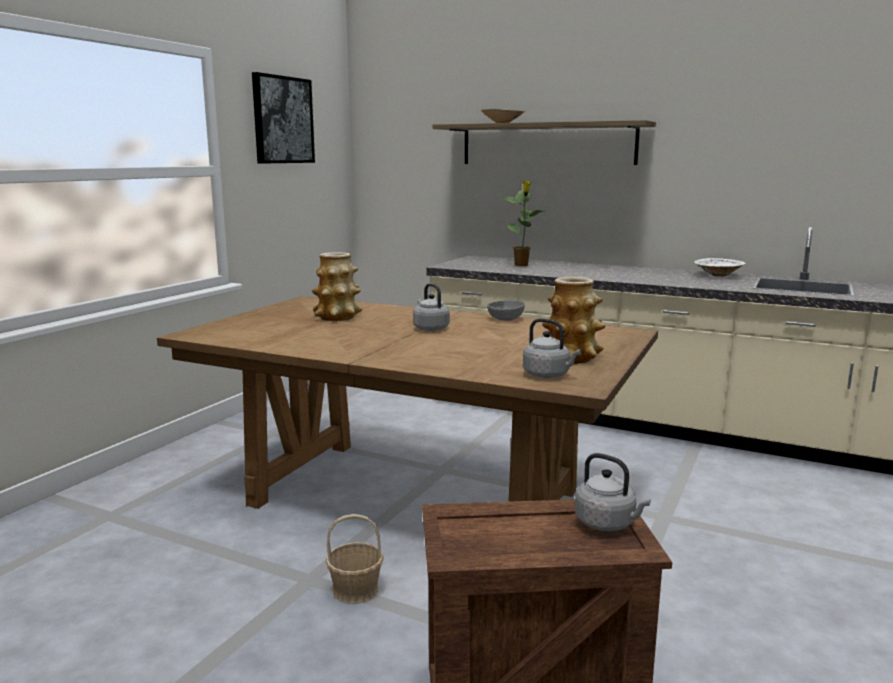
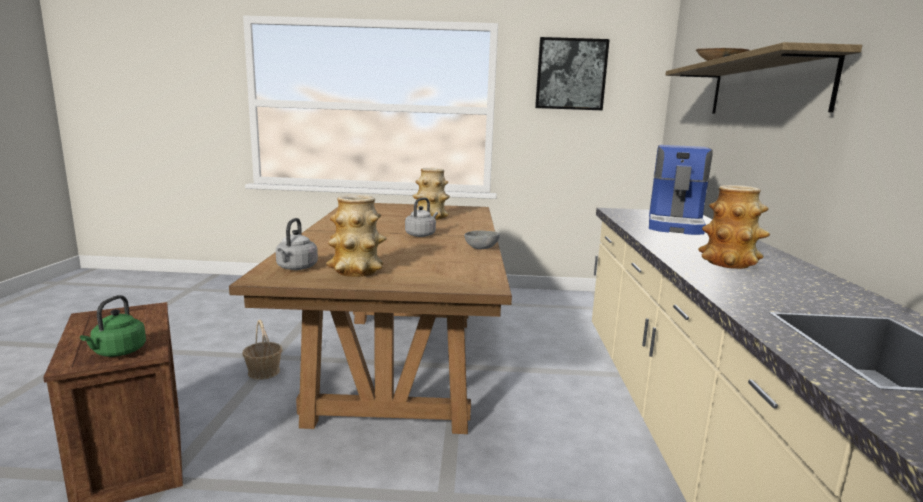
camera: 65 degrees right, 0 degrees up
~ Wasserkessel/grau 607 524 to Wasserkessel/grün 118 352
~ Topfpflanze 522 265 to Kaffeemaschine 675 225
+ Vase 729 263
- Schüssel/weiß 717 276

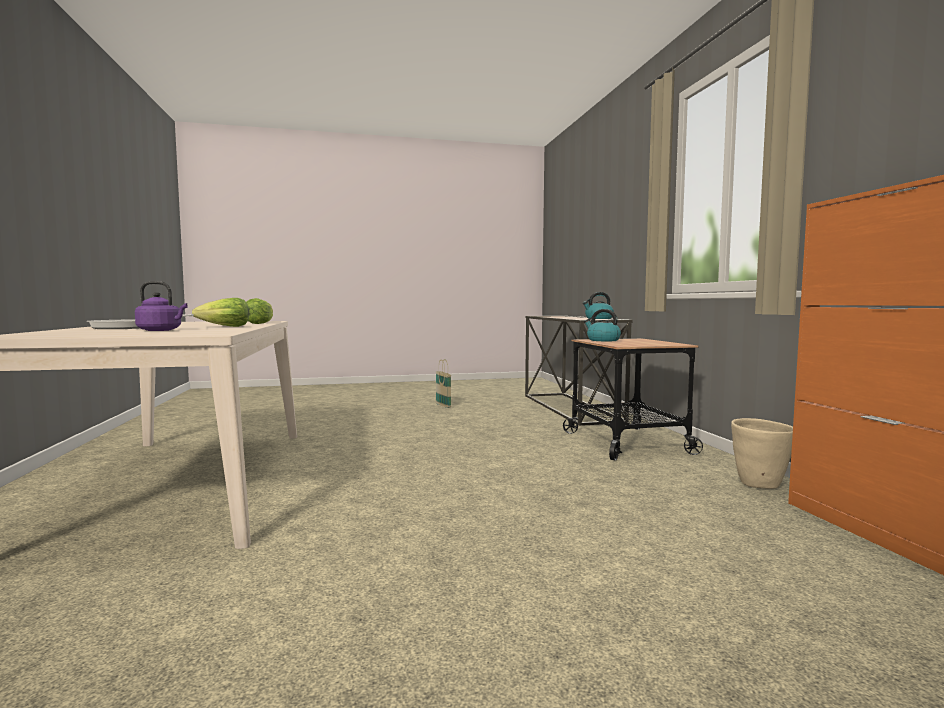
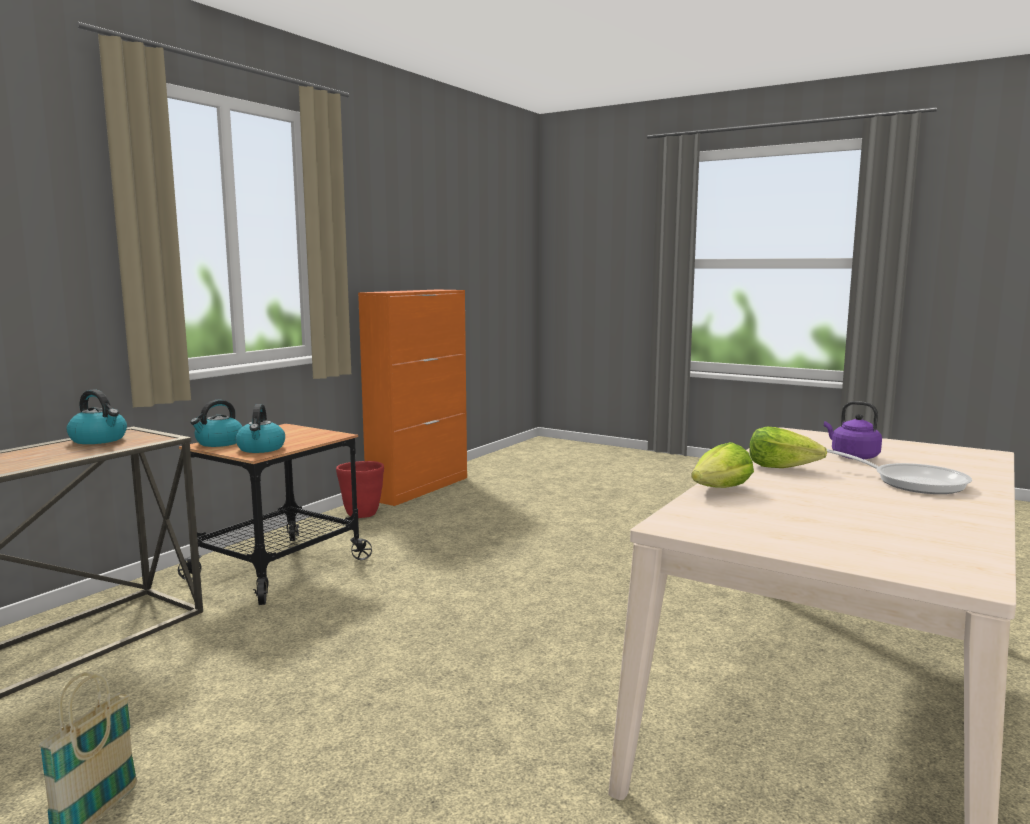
camera: 135 degrees left, 5 degrees up
+ Wasserkessel 219 443
~ Pflanzkübel/beige 760 484 to Pflanzkübel/rot 361 514

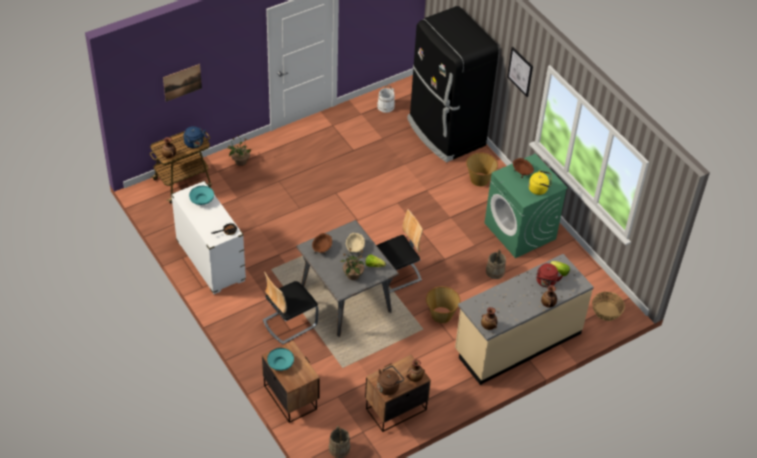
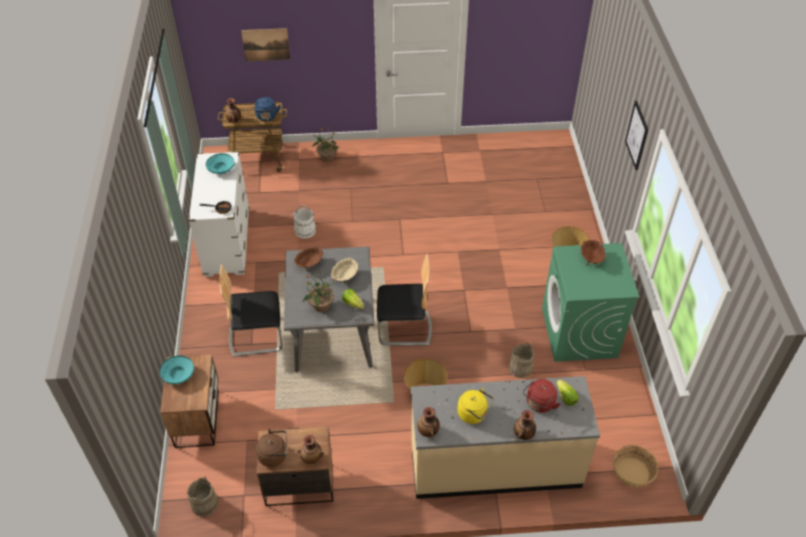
camera: 30 degrees right, 0 degrees up
~ Eimer/weiß 385 106 to 305 230
~ Wasserkessel/gelb 539 189 to 474 414
- Kühlschrank/schwarz 445 133

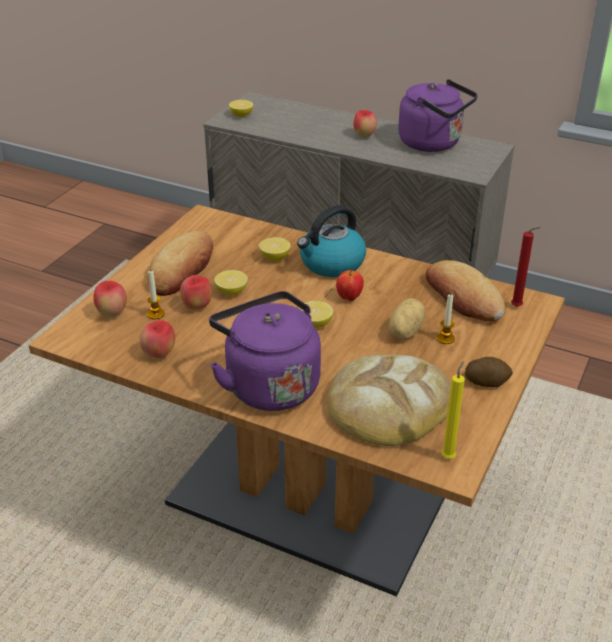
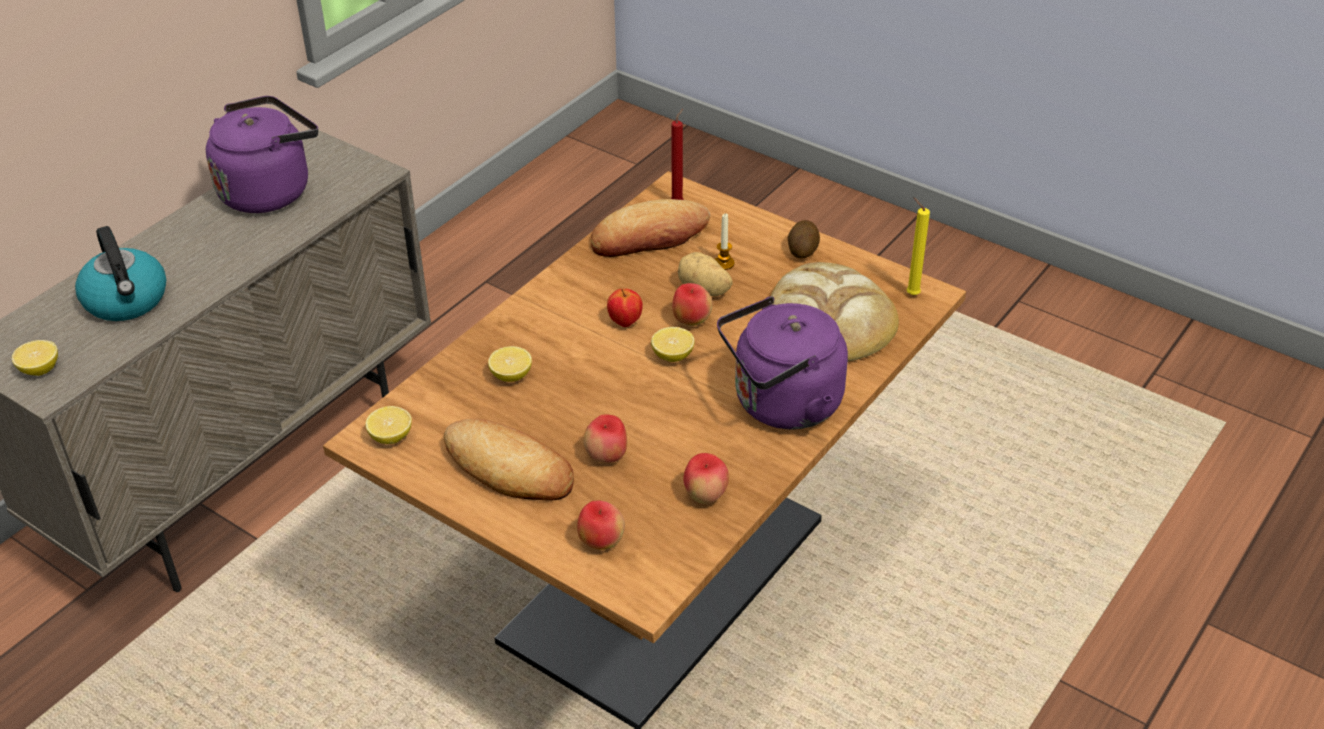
camera: 80 degrees left, 5 degrees up
~ Wasserkessel 331 264 to 127 301
~ Zitrone 231 292 to 391 437
~ Apfel 364 135 to 691 321
- Kerze 155 314

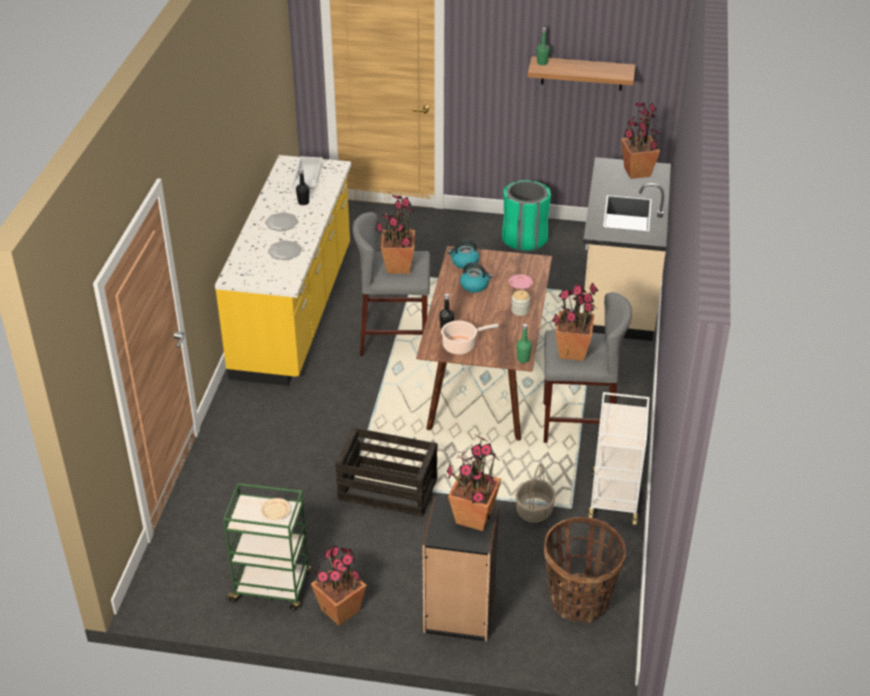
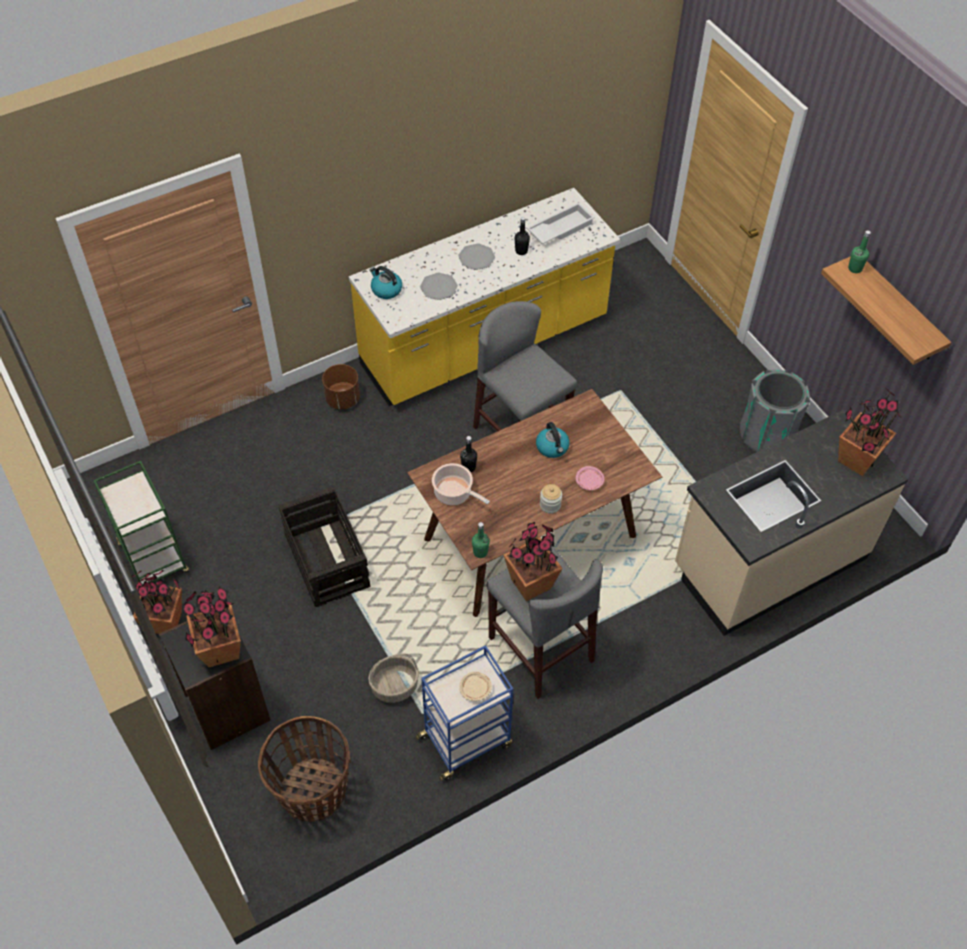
camera: 50 degrees right, 15 degrees up
+ Pflanzkübel/braun 342 399
~ Wasserkessel 464 262 to 386 289
~ Rollwagen/weiß 614 498 to Rollwagen/blau 466 740
~ Teller/beige 276 512 to 475 689
~ Mülleimer/grün 524 240 to Mülleimer/grau 767 435
- Topfpflanze 398 267

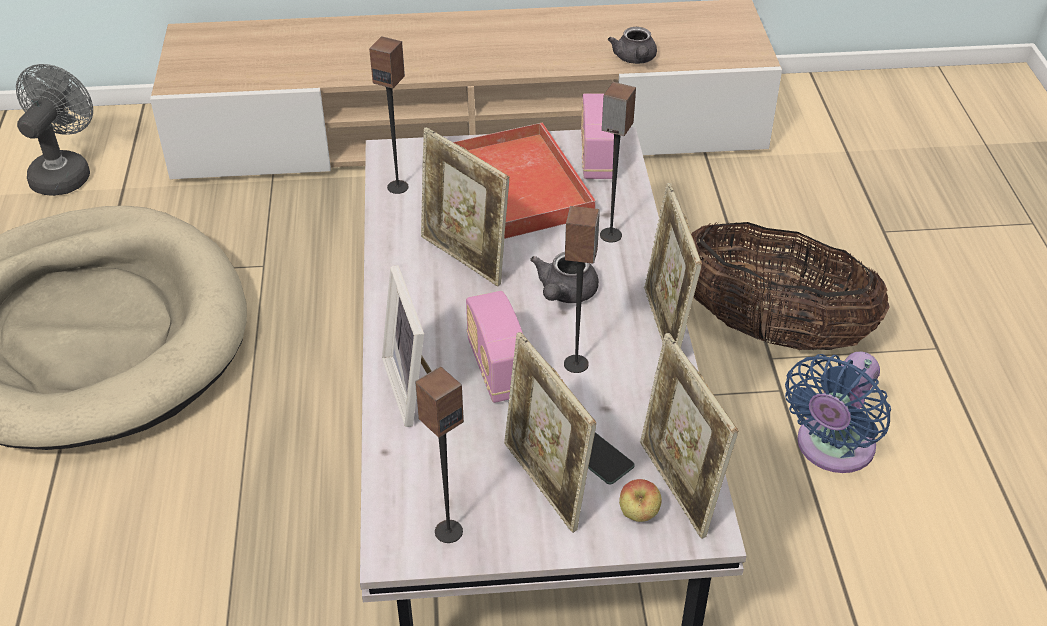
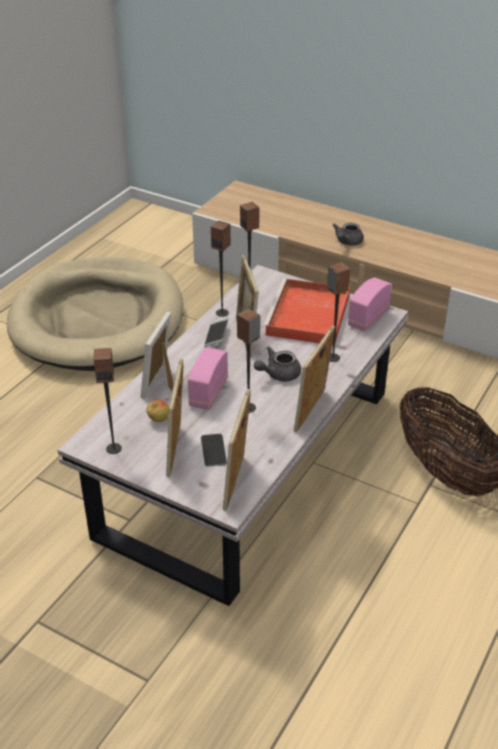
camera: 35 degrees right, 5 degrees down
~ Apfel 638 515 to 158 420
+ Handy 216 336
+ Lautsprecher 222 312
~ Teekanne/grau 635 59 to 347 242
- Ventilator/grau 65 172
- Ventilator/blau 831 449

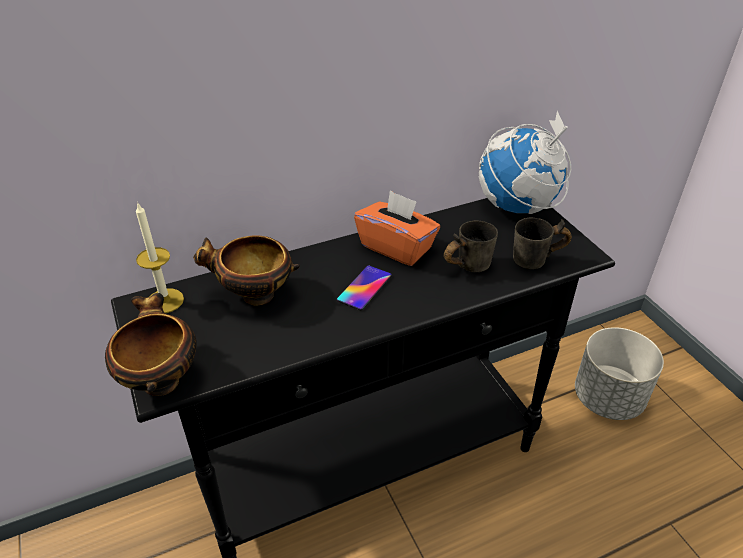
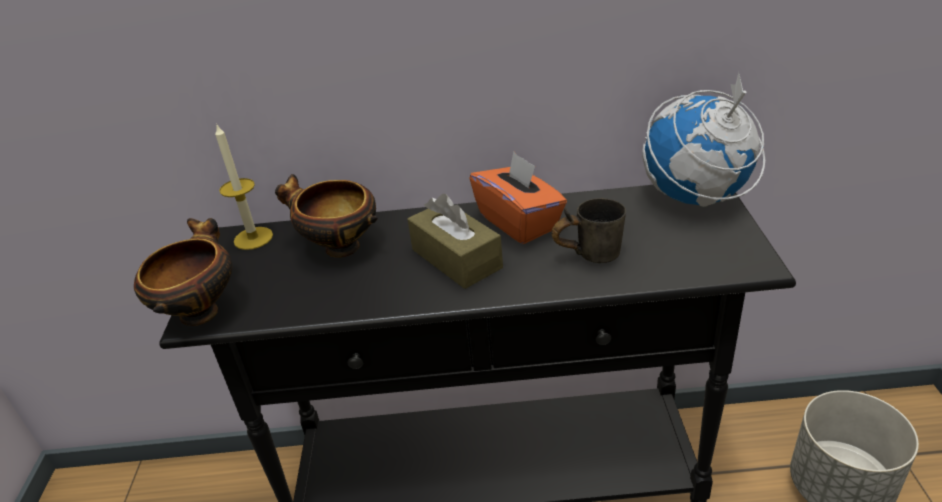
camera: 25 degrees right, 5 degrees down
~ Handy 364 288 to Taschentuchbox/braun 456 259
- Henkelbecher/grau 537 263

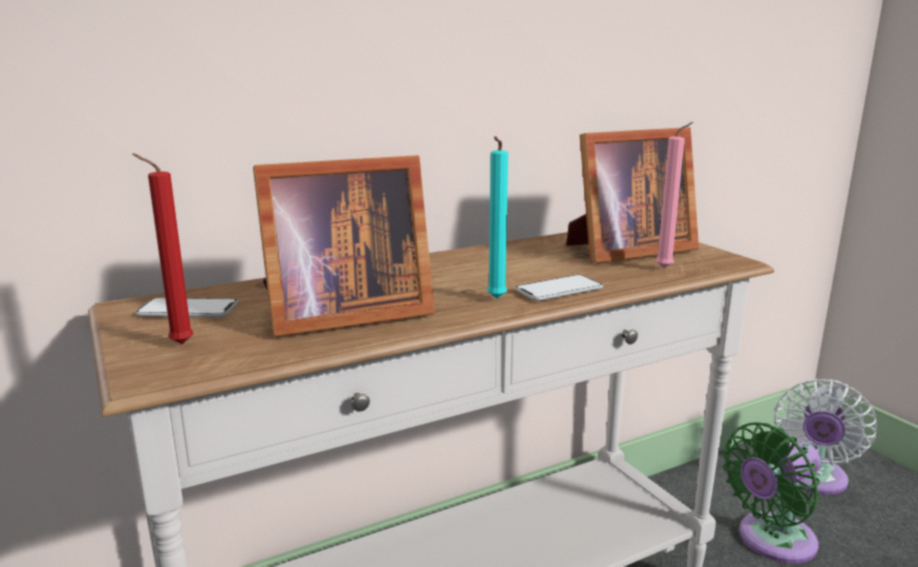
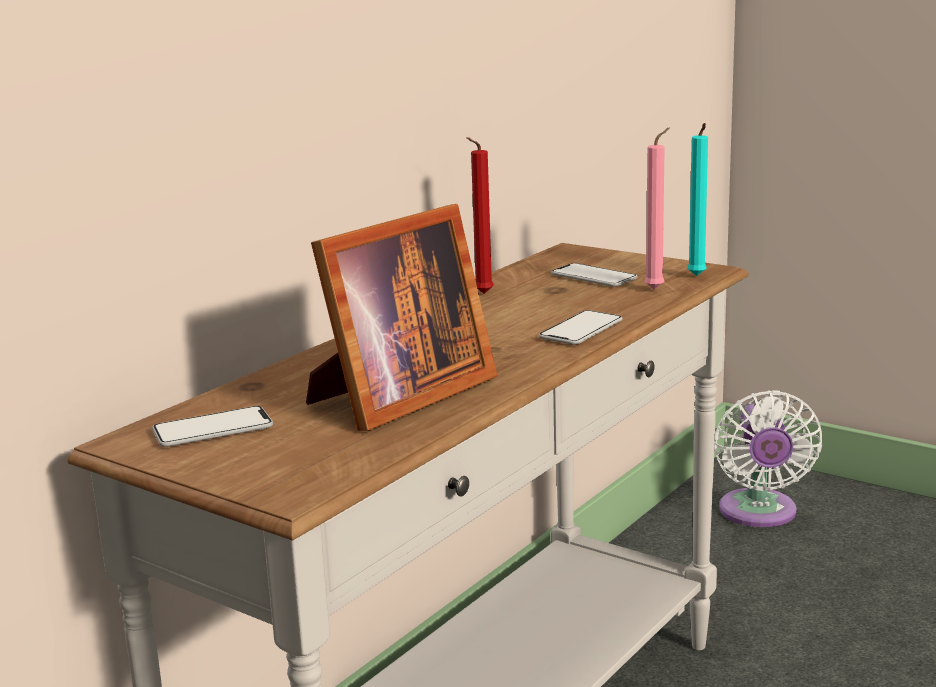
camera: 25 degrees left, 0 degrees up
~ Kerze/rot 177 344 to 481 294
~ Bilderrahmen 625 250 to Handy 593 277
~ Kerze/türkis 495 299 to 697 277
- Ventilator/grün 771 541

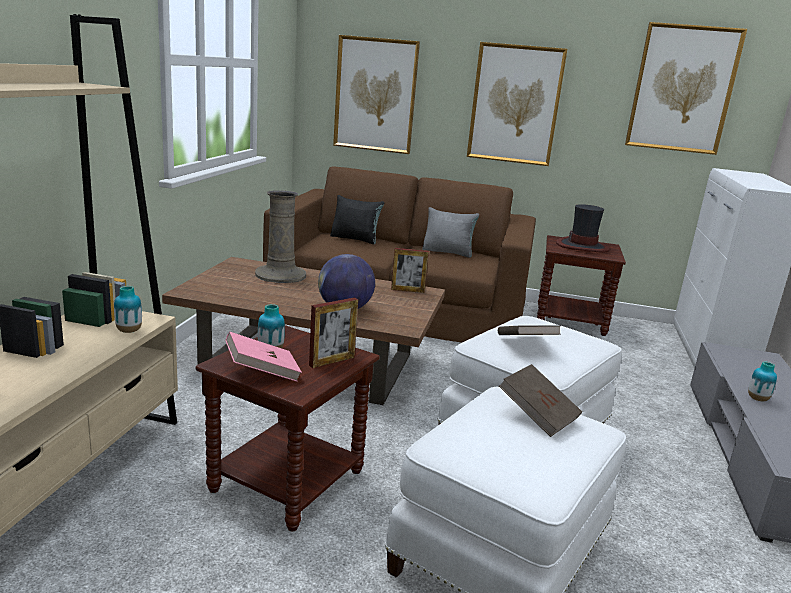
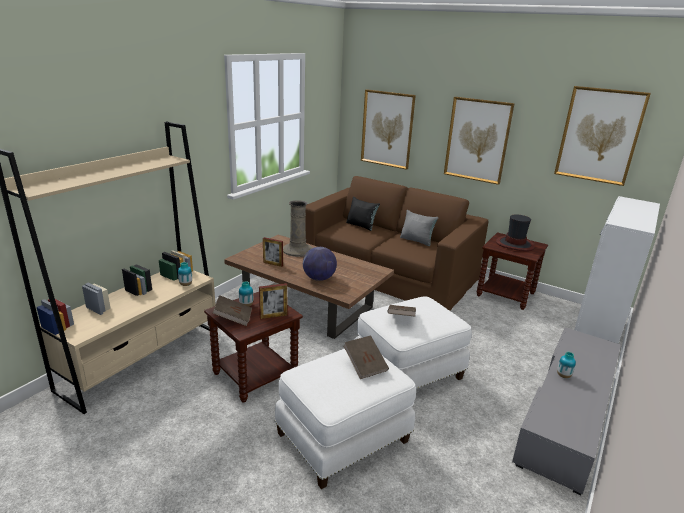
camera: 20 degrees right, 5 degrees up
~ Buch/rosa 262 373 to Buch/braun 233 318
~ Bilderrahmen 407 290 to 273 264

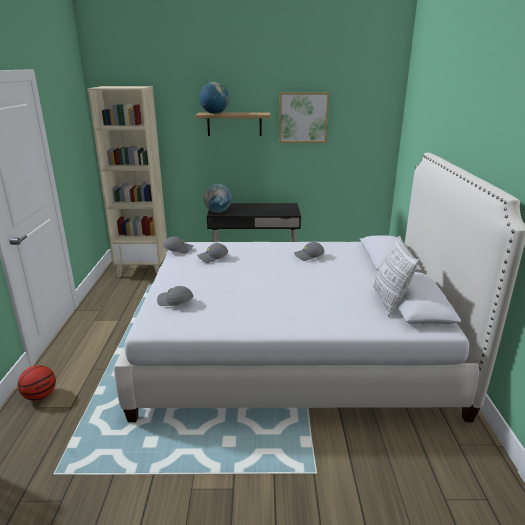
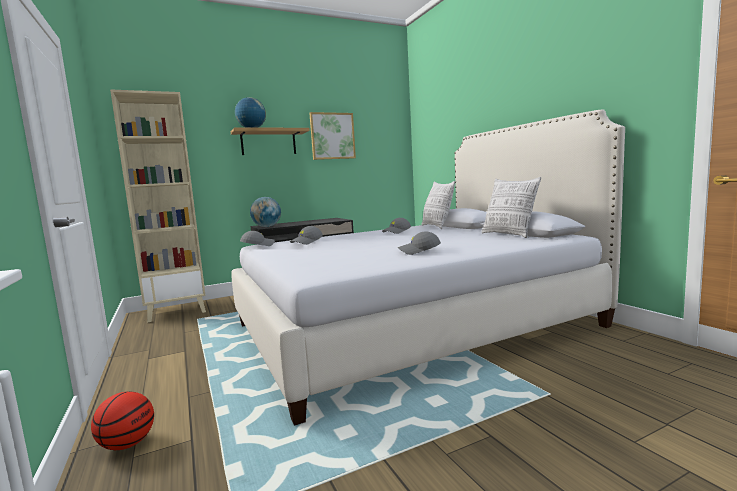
camera: 25 degrees left, 15 degrees down
~ Kappe/grau 175 302 to 419 251
+ Kissen 437 226

